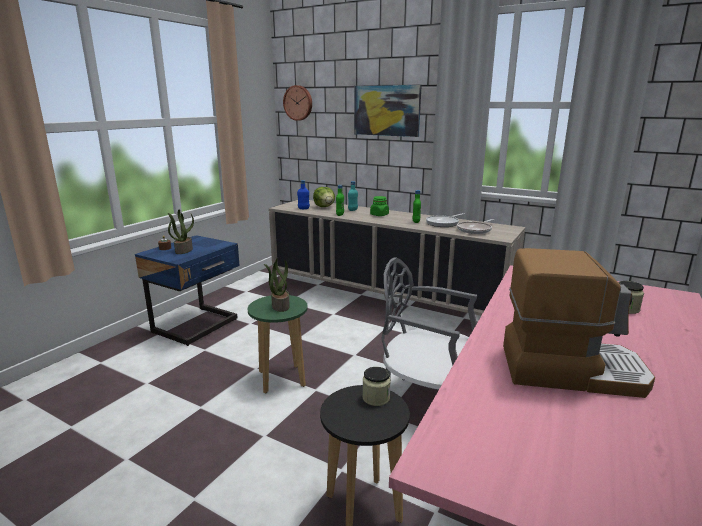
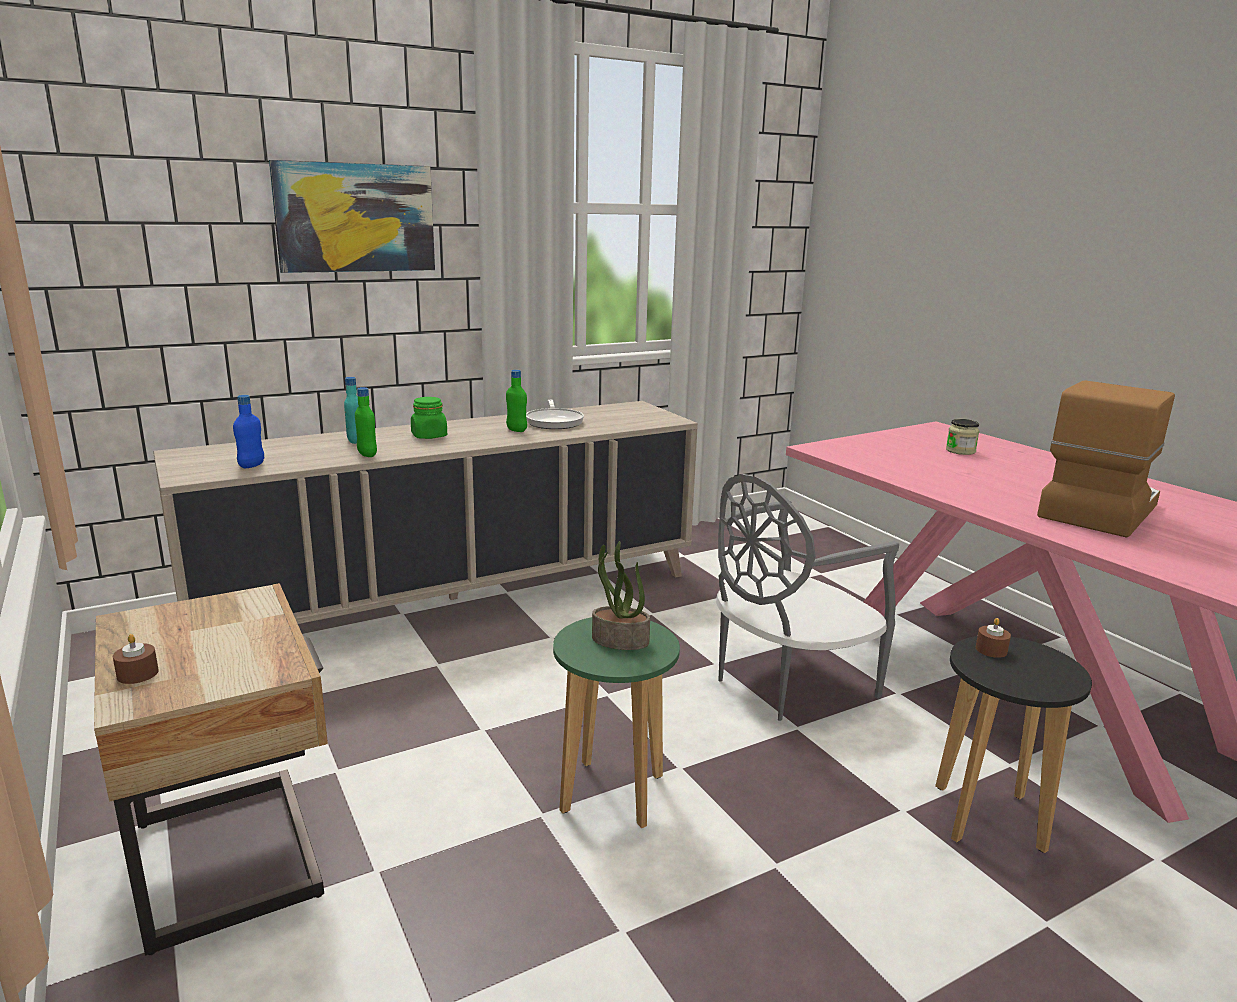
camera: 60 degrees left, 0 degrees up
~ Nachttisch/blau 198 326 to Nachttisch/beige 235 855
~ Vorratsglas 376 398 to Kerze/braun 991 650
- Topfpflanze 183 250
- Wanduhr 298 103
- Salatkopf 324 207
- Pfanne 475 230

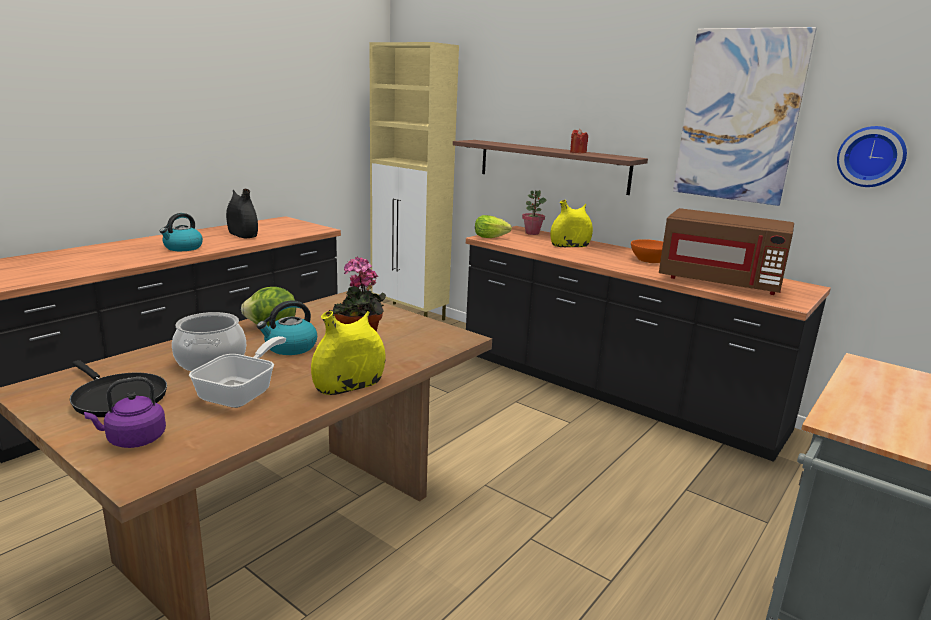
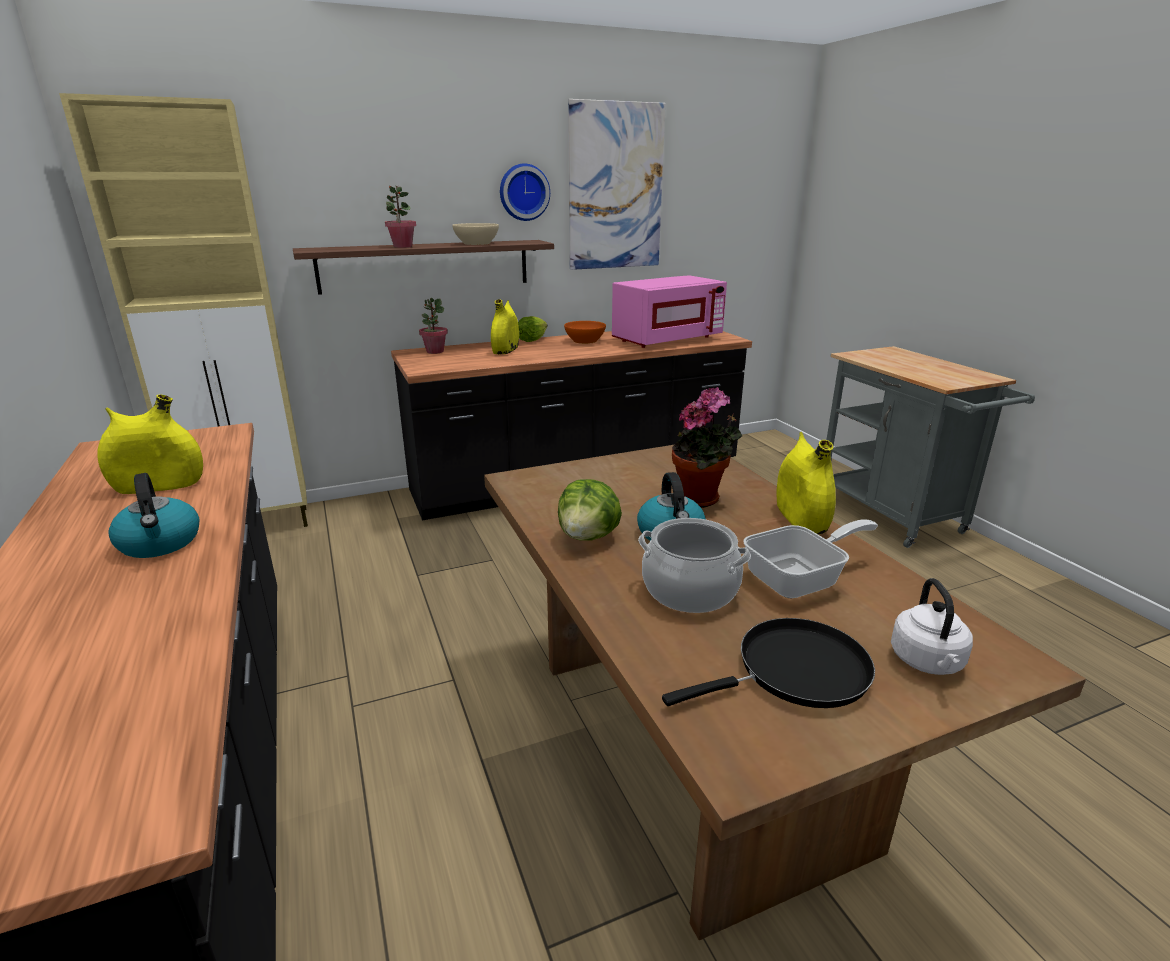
camera: 60 degrees left, 5 degrees up
~ Vase/schwarz 243 235 to Vase/gelb 159 486
+ Topfpflanze 402 246
~ Kerze/rot 577 152 to Schüssel/beige 476 243
~ Wanduhr 871 156 to 523 192
~ Salatkopf 490 237 to 531 340
~ Mikrowelle/braun 720 282 to Mikrowelle/rosa 667 340
~ Pfanne 242 392 = 801 579 105 degrees clockwise
~ Wasserkessel/lila 133 440 to Wasserkessel/weiß 927 662

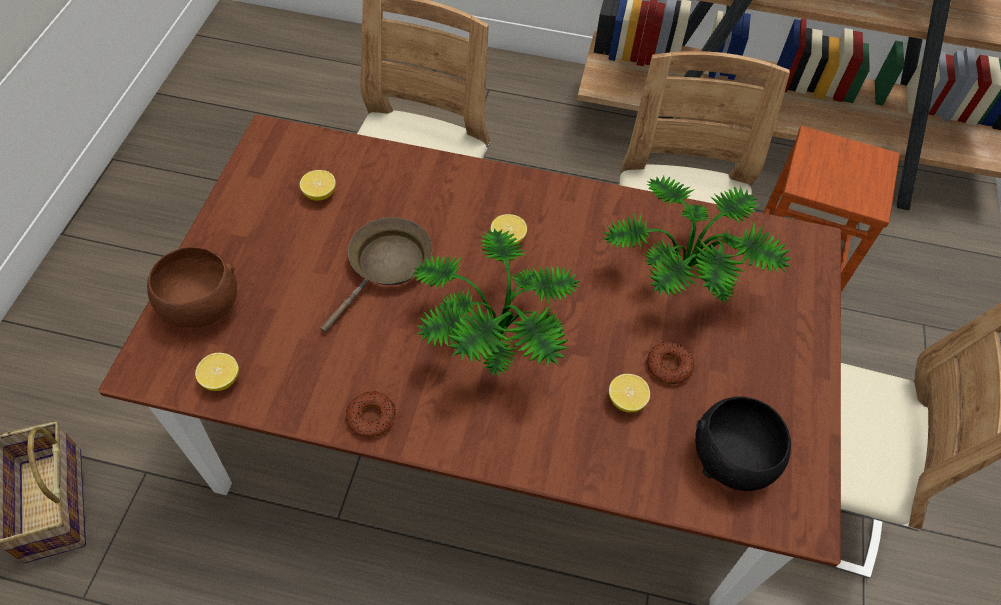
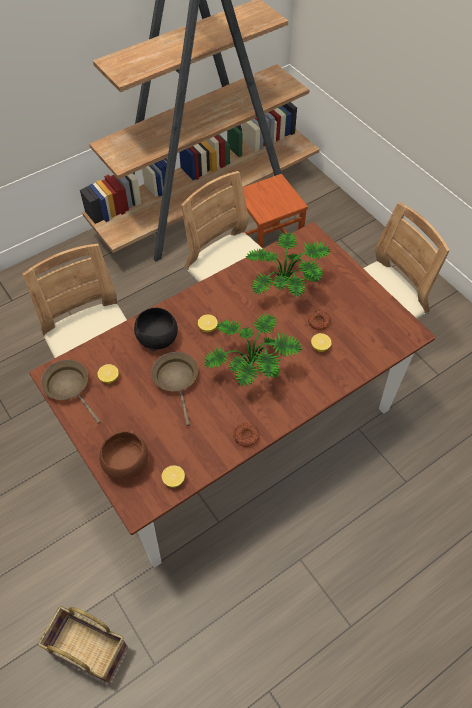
camera: 45 degrees left, 0 degrees up
+ Pfanne/braun 69 387
~ Schüssel/schwarz 733 460 to 158 339

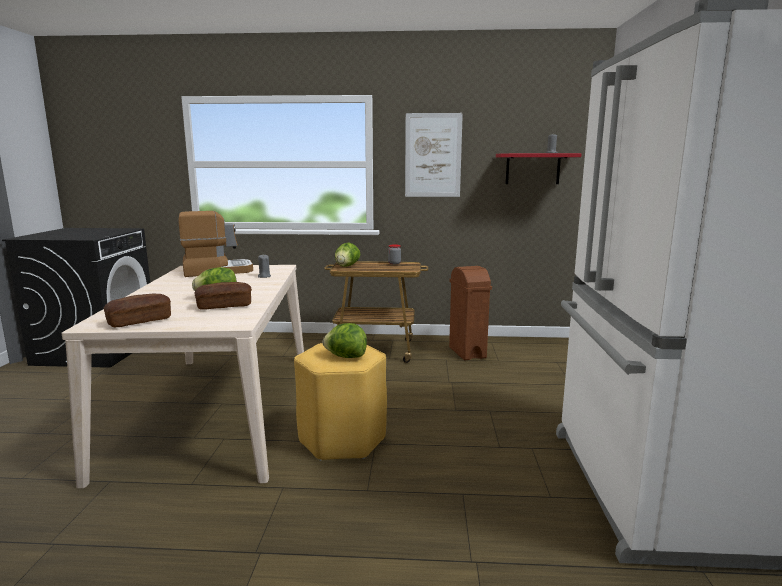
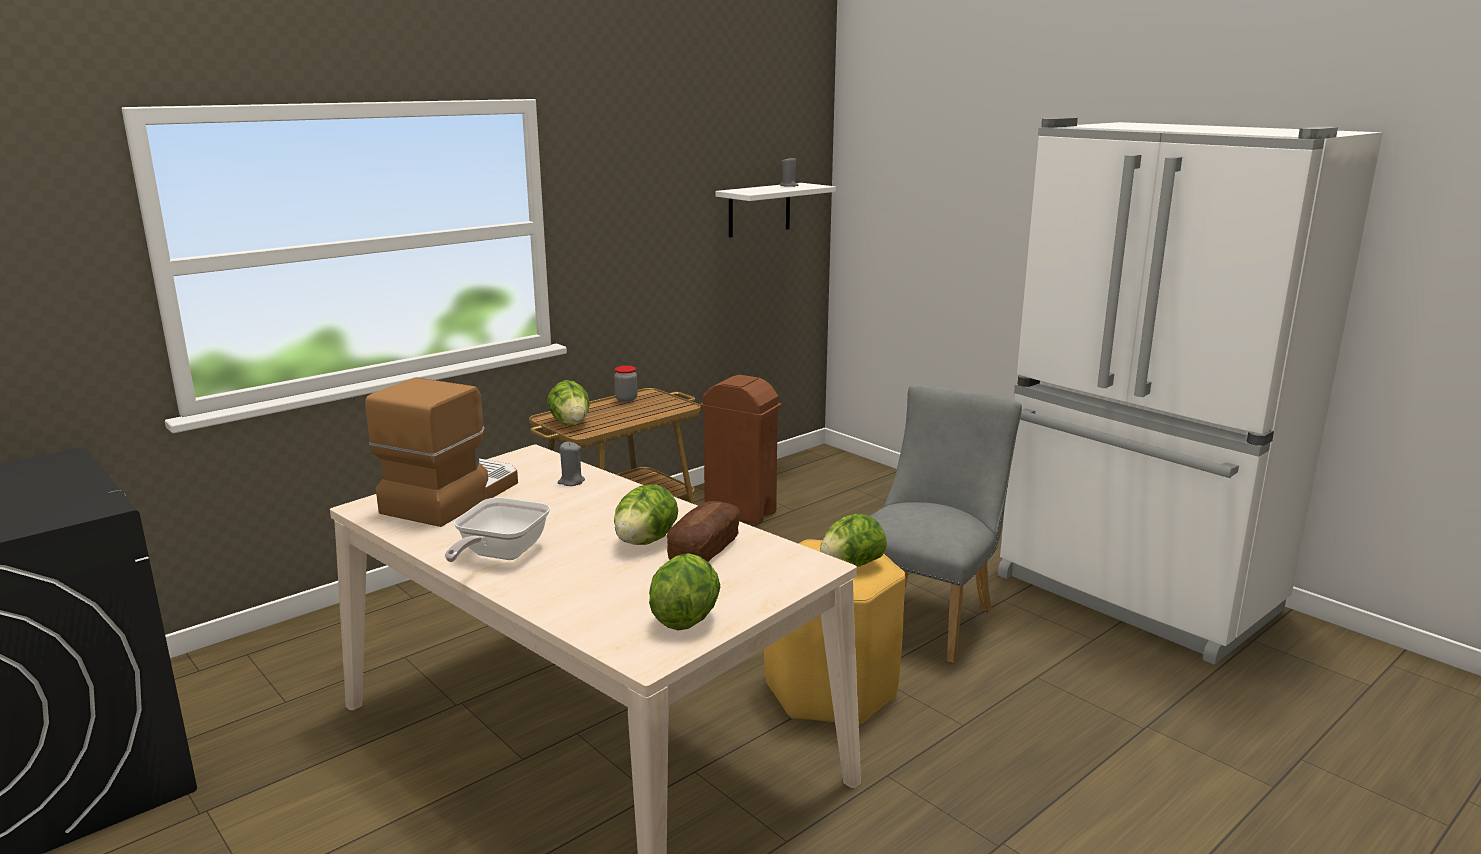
camera: 45 degrees left, 5 degrees up
+ Pfanne 499 555
~ Brot 140 321 to Salatkopf 685 618
~ Wandregal/rot 532 169 to Wandregal/weiß 759 209
+ Stuhl/grau 927 616
- Bild 433 155

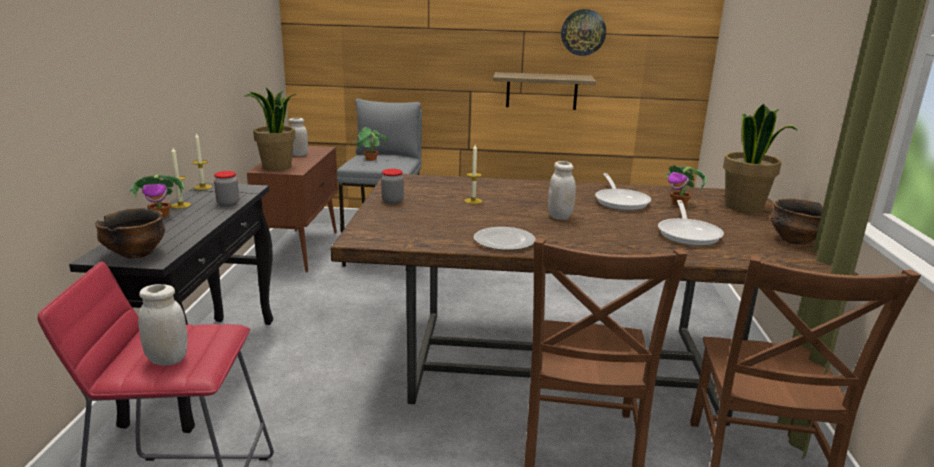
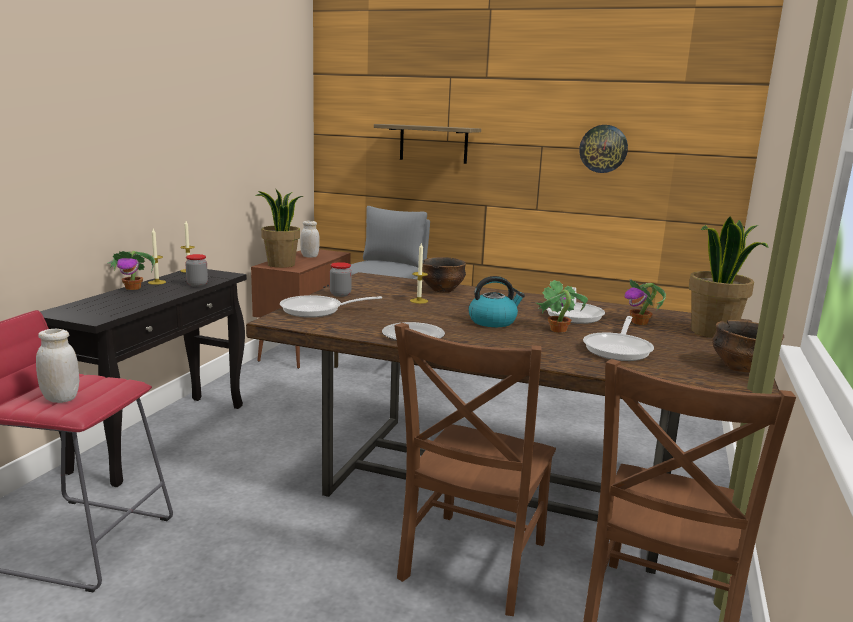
camera: 15 degrees right, 5 degrees down
+ Pfanne 317 310
~ Wandregal 541 91 to 433 144
~ Schüssel 136 254 to 442 290
~ Vorratsglas/weiß 559 217 to Wasserkessel 493 321
~ Topfpflanze 370 159 to 558 330

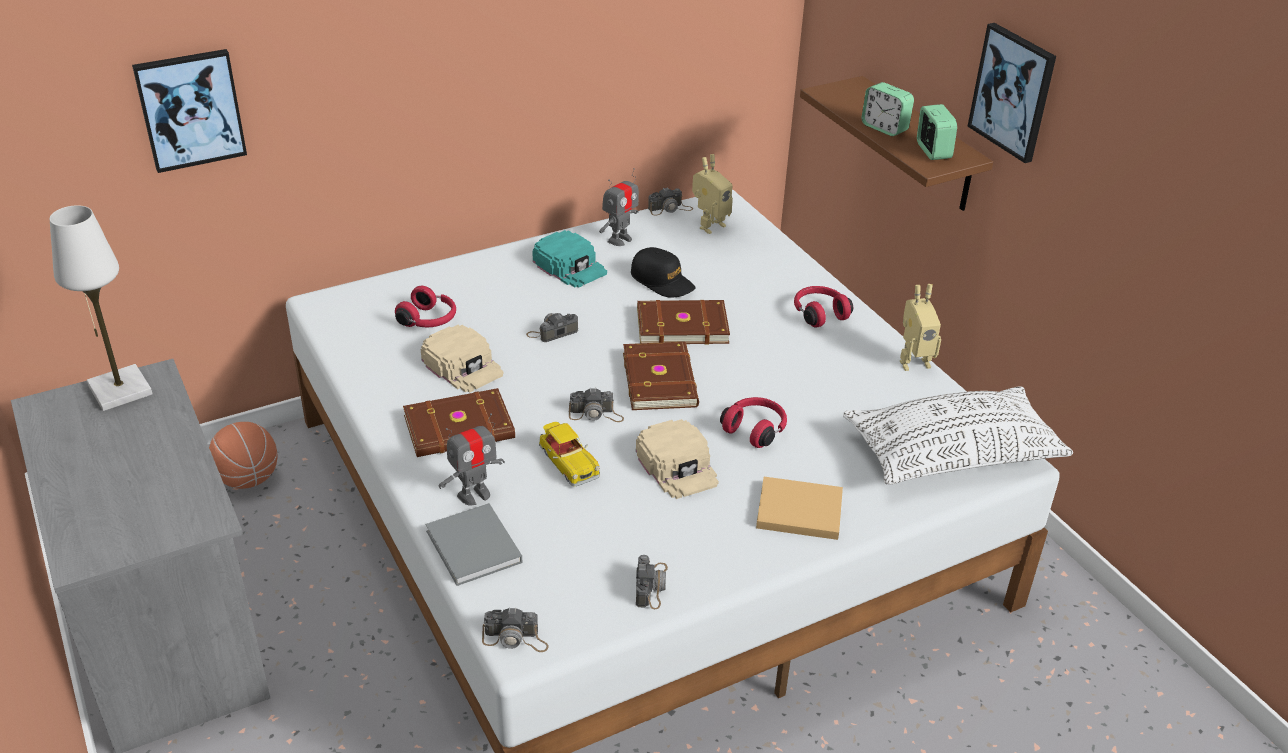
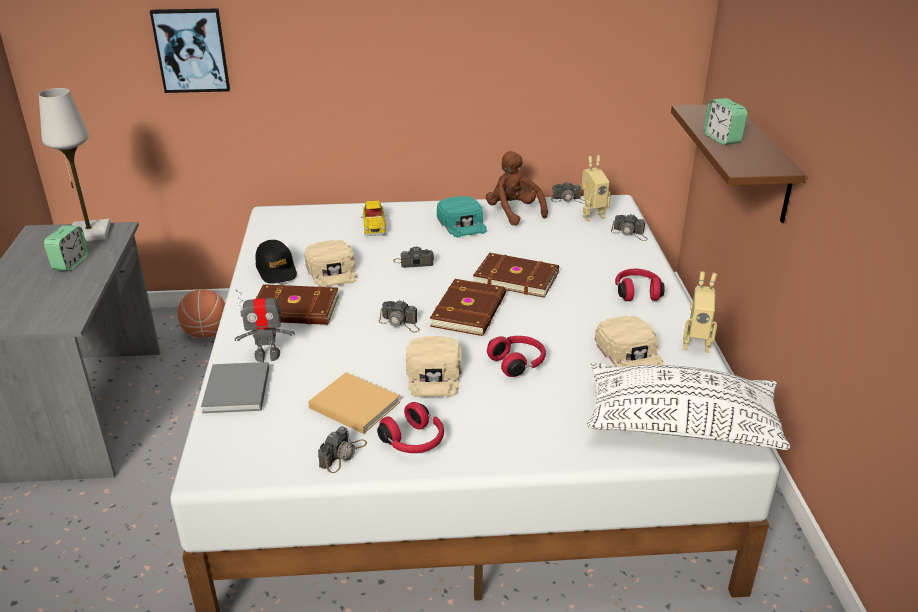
camera: 25 degrees right, 5 degrees down
~ Wecker 932 151 to 70 263
~ Kappe/schwarz 662 281 to 276 270
~ Buch/beige 796 510 to 352 404
~ Spielzeugauto 568 462 to 374 225
~ Kopfhörer/rot 429 320 to 414 441
~ Spielzeugroboter 619 239 to Plüschtier/braun 513 212
+ Kappe/beige 630 352
~ Kamera 515 639 to 630 233
- Bild 1013 92

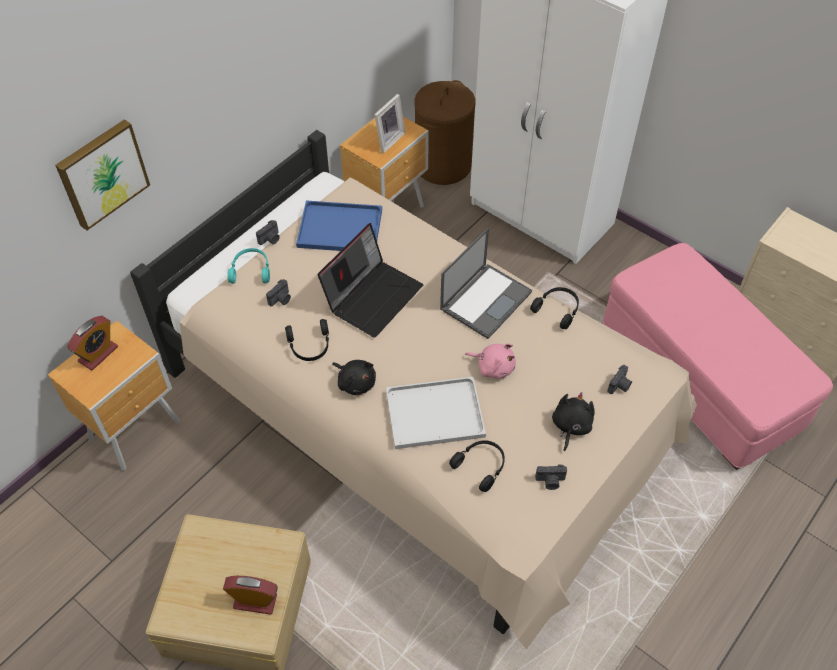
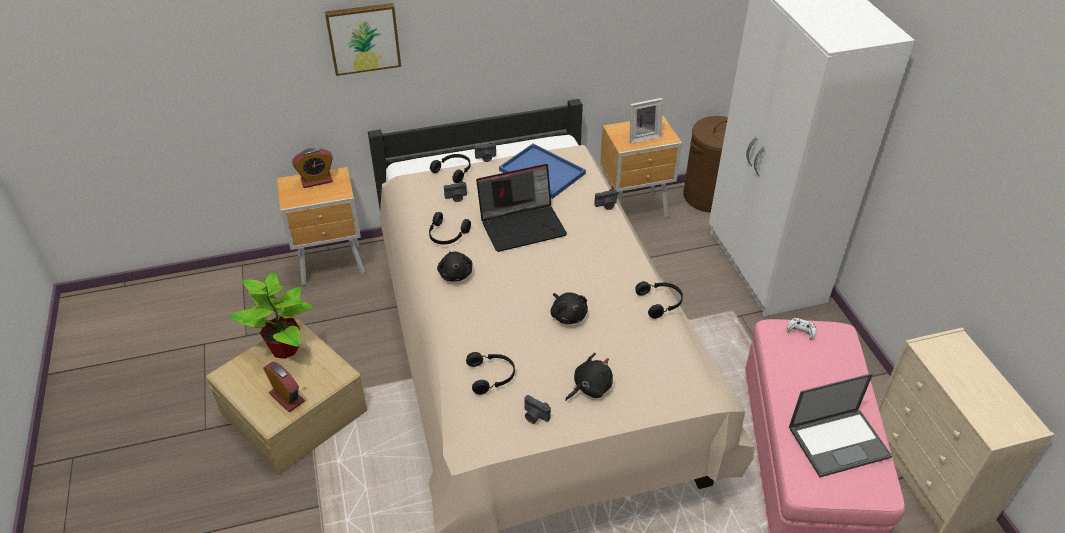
camera: 35 degrees right, 10 degrees down
+ Topfpflanze 286 348
~ Kopfhörer/türkis 251 270 to Kopfhörer/schwarz 454 171
~ Plüschtier/rosa 493 367 to Plüschtier/schwarz 568 315
~ Kamera 619 386 to 606 205
+ Gamepad/weiß 801 331
~ Laptop 486 299 to 839 441
- Tablett/weiß 433 415

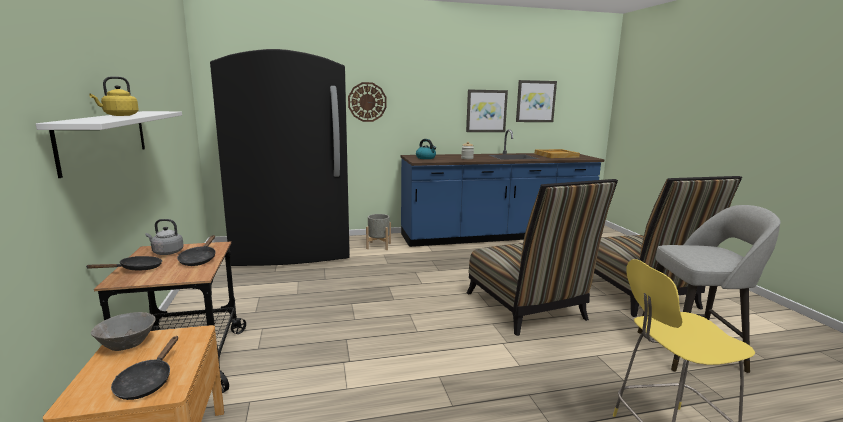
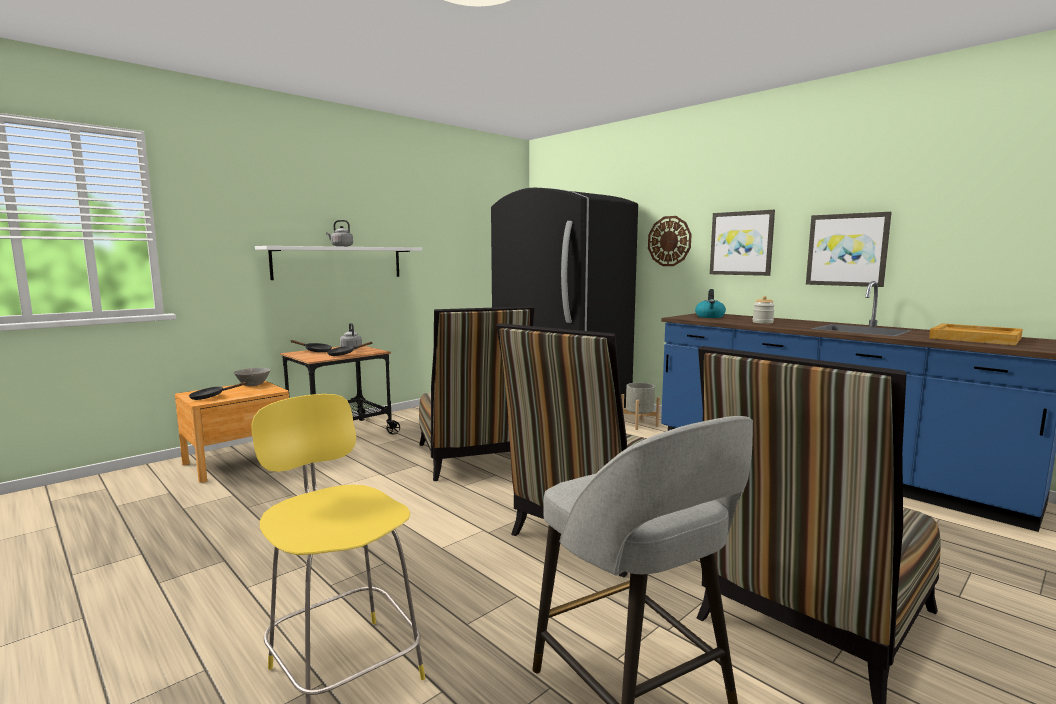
camera: 60 degrees right, 5 degrees down
~ Wasserkessel/gelb 119 115 to Wasserkessel/grau 341 246
+ Stuhl 473 459
~ Bild 535 101 to 741 243

